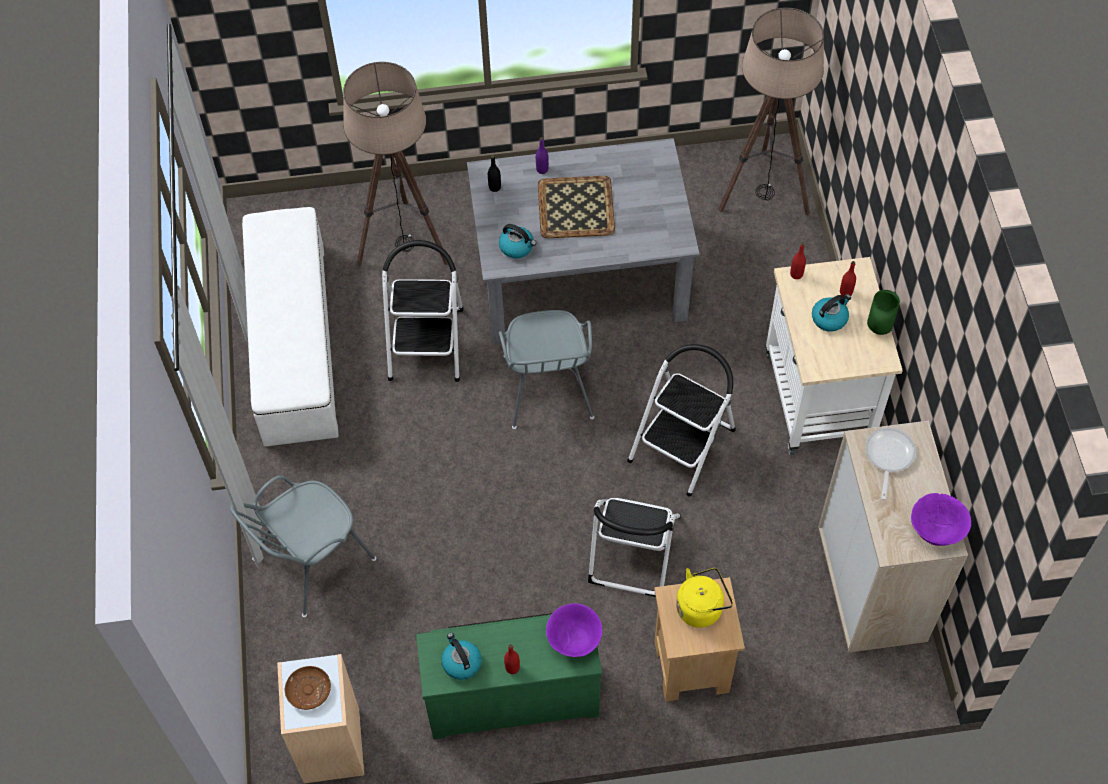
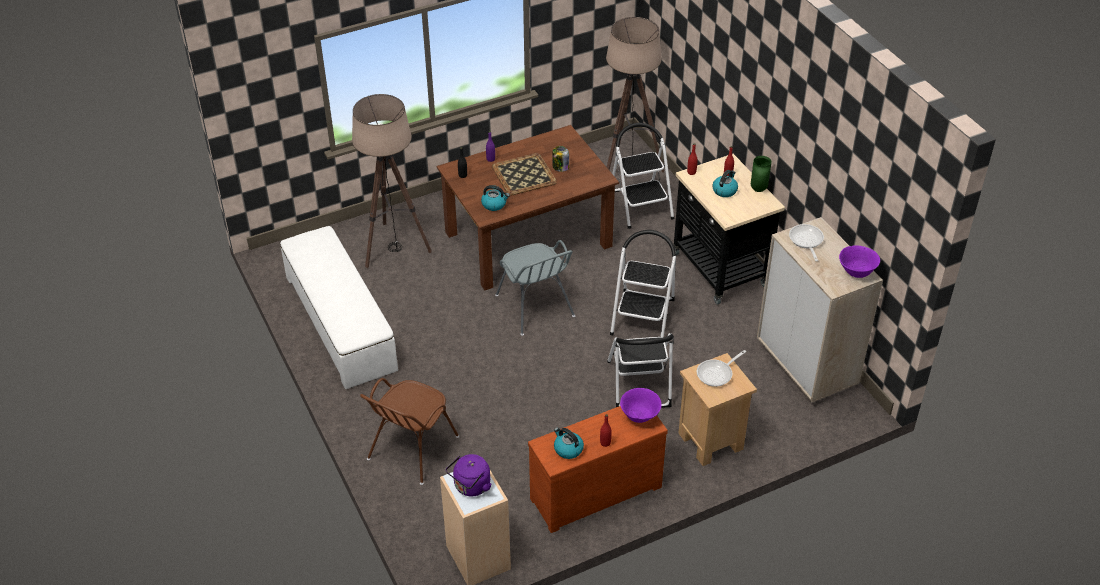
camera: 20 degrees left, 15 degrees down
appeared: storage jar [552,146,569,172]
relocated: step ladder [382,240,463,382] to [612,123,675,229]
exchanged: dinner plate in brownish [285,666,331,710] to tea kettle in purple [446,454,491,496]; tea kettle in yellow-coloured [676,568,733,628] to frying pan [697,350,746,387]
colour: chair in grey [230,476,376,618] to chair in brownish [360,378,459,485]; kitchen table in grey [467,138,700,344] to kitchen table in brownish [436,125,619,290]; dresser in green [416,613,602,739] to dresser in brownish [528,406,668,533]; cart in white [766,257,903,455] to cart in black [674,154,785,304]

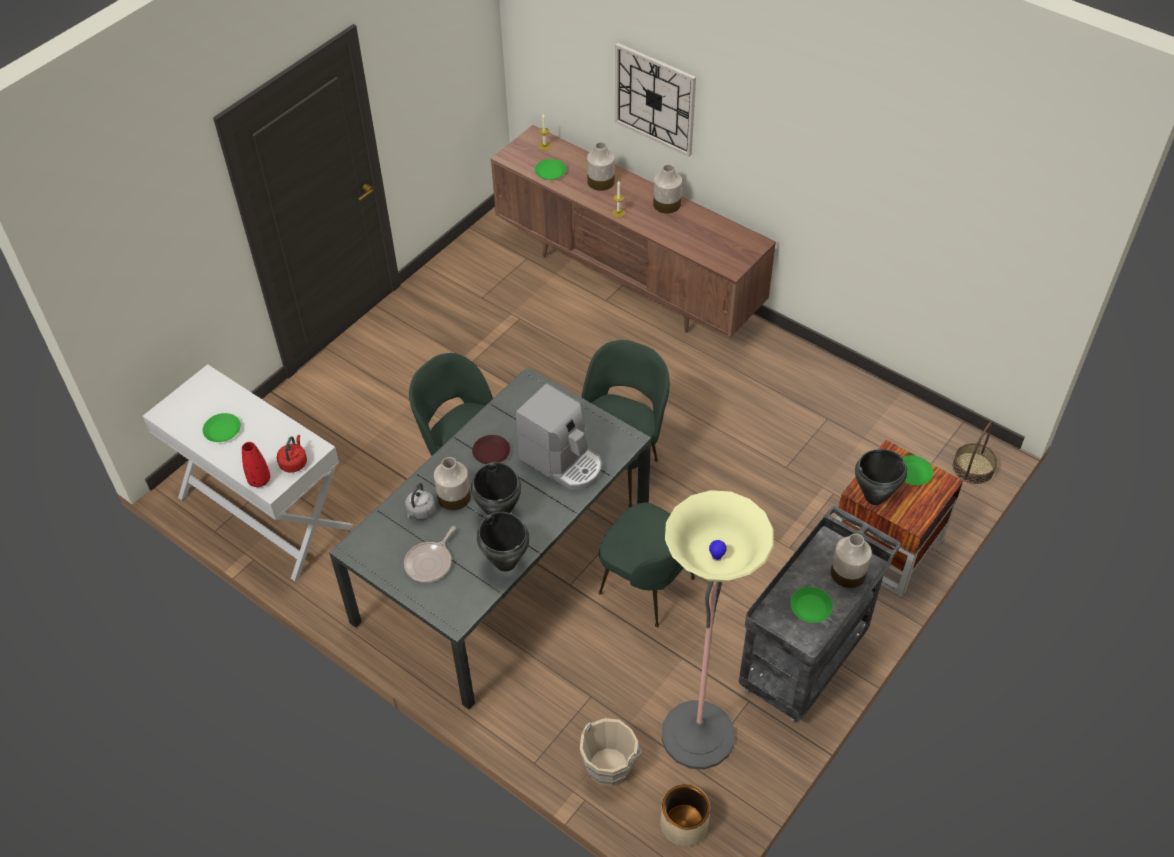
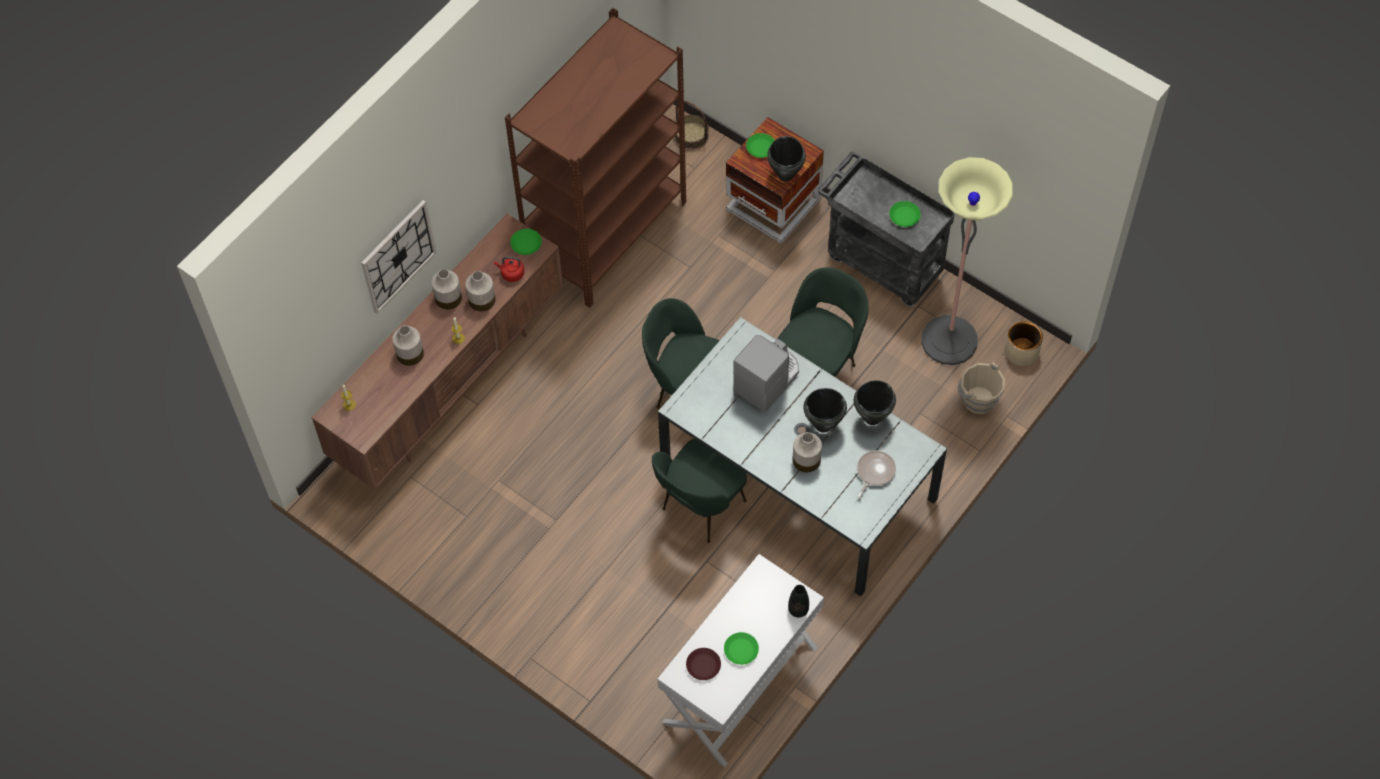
camera: 90 degrees left, 10 degrees up
missing: tea kettle in grey [405,483,435,520]
appeared: bookcase in brownish [505,8,686,308]
relocated: vase in sand-coloured [831,534,872,588] to [465,271,496,311]; tea kettle in reddish [277,435,307,473] to [494,257,524,282]; dinner plate in green [535,159,566,180] to [510,229,542,255]; dinner plate in brownish [472,435,510,464] to [686,648,721,680]
colour: vase in reddish [242,442,270,487] to vase in black [788,585,809,618]
spun: frying pan [404,526,456,583] = [857,451,896,498] 90 degrees counterclockwise

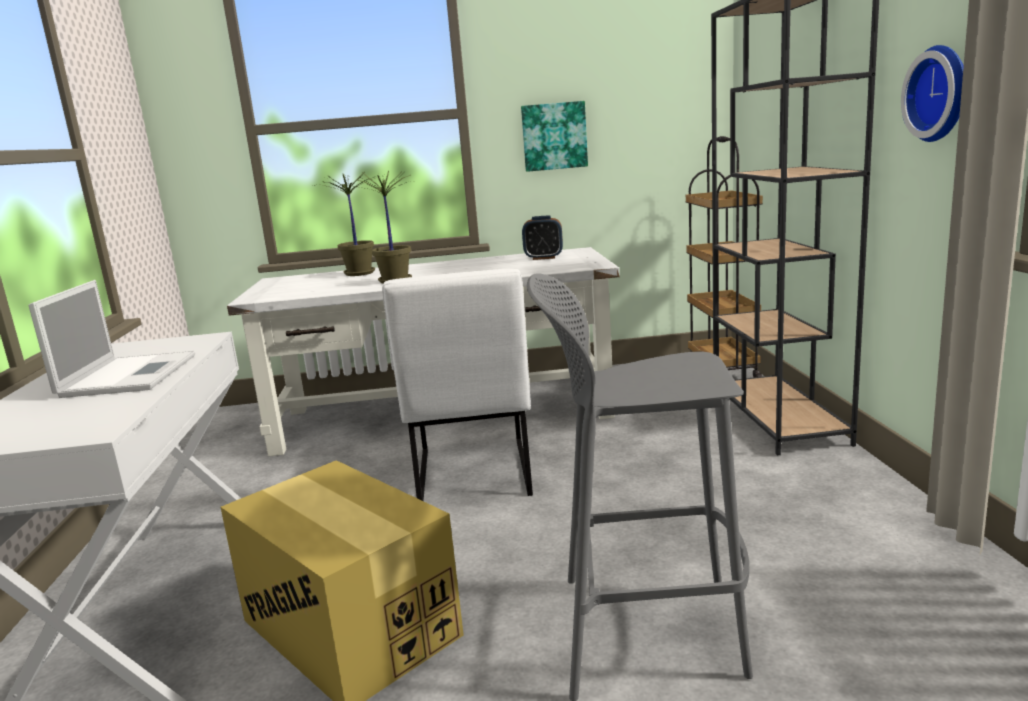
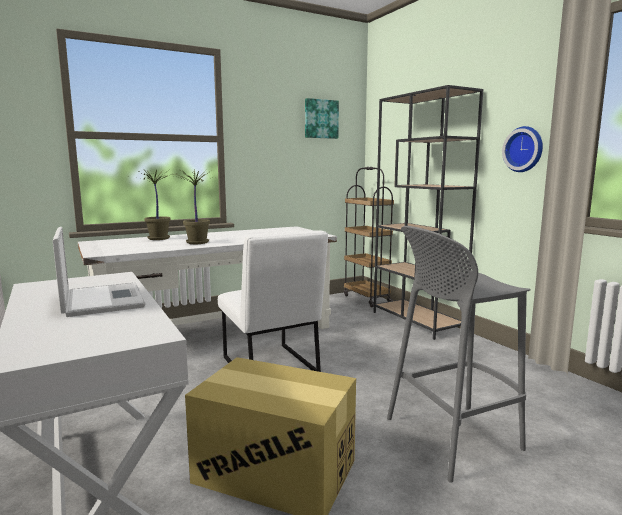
camera: 25 degrees left, 5 degrees down
missing: table clock [522,215,563,260]
relocated: wall art [521,101,588,172] to [305,98,339,139]

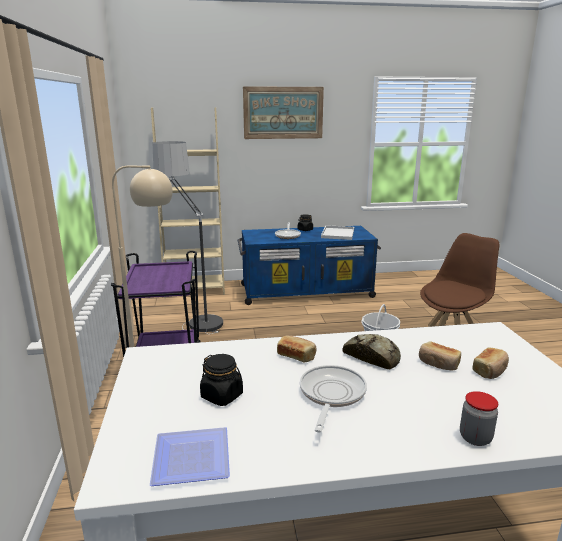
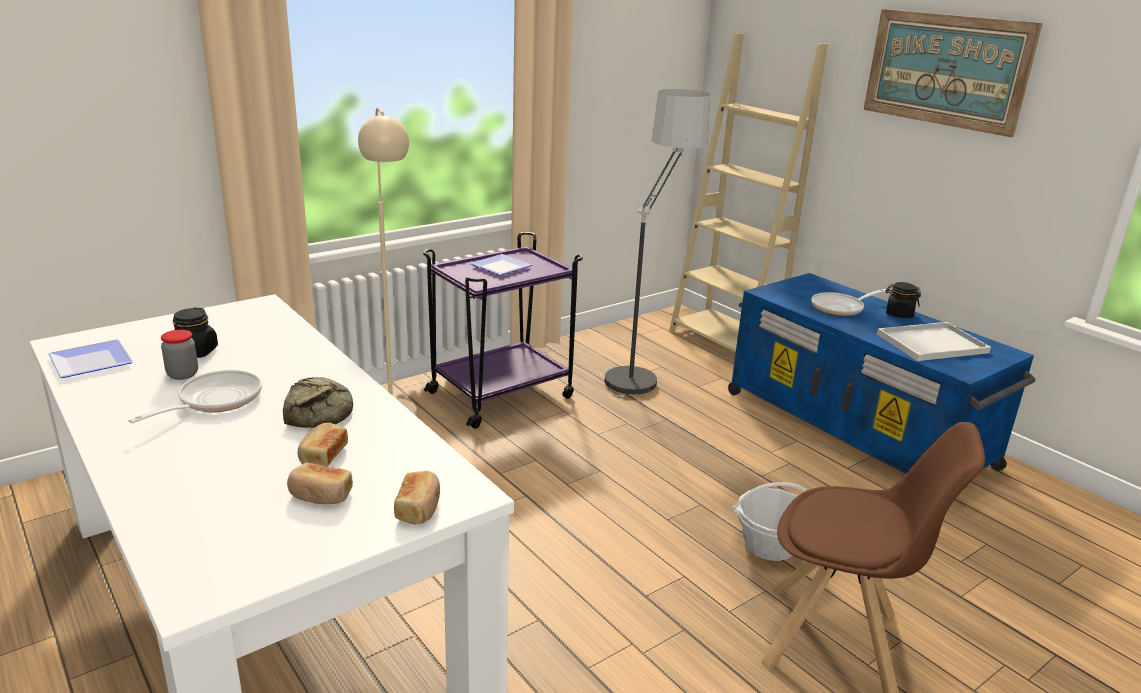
camera: 60 degrees right, 5 degrees up
appeared: dinner plate [470,254,532,275]
relocated: storage jar [460,391,498,446] to [161,330,198,380]; bakery bread [277,336,317,362] to [394,471,440,525]
spun: frying pan [300,365,367,433] = [129,370,262,423] 45 degrees counterclockwise

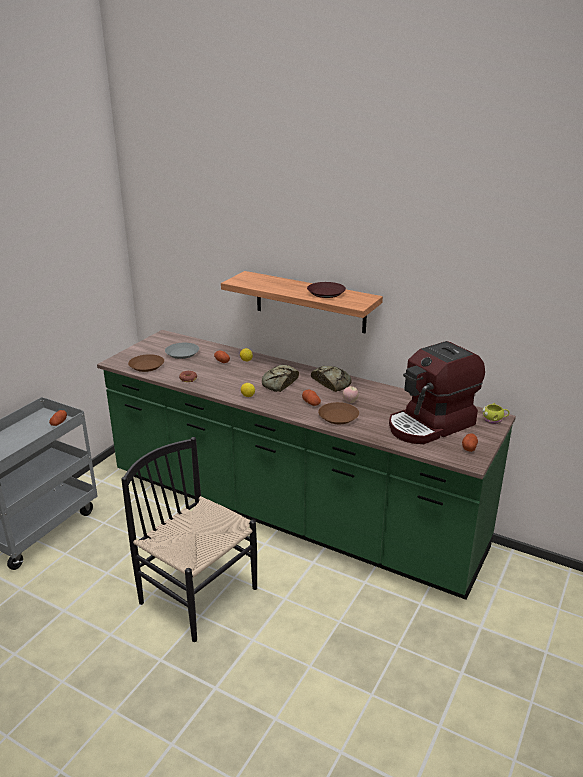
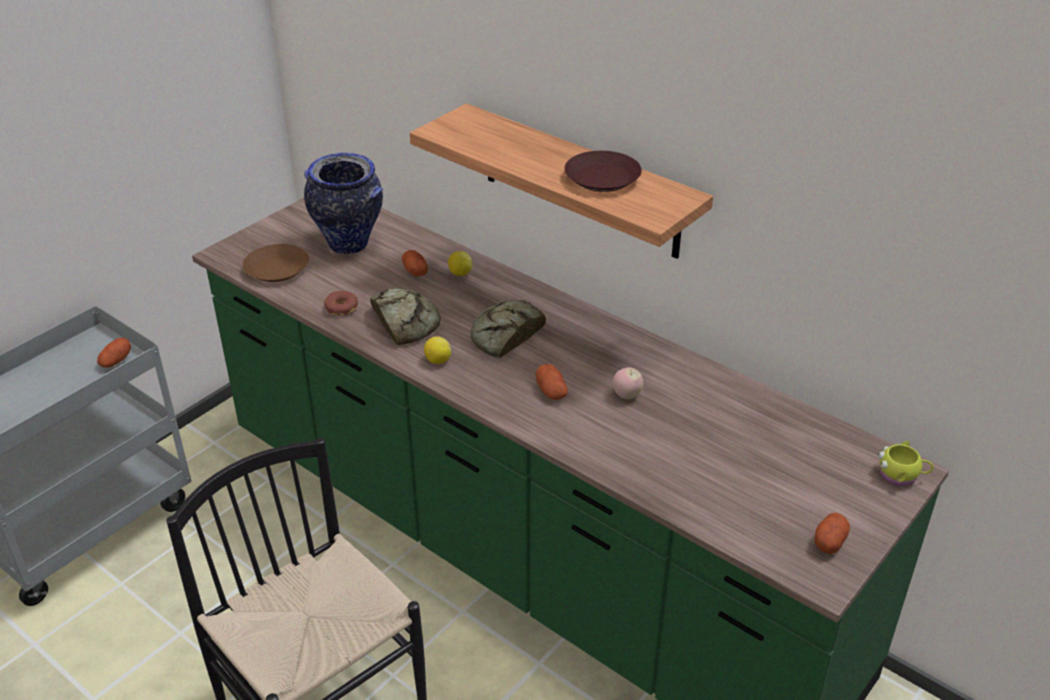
camera: 10 degrees right, 10 degrees up
missing: dinner plate in brownish [318,402,359,424]; coffee brewer [389,341,485,444]
relocated: bakery bread [311,366,352,392] to [370,288,441,345]
exchanged: dinner plate in grey [165,343,199,359] to vase [304,153,383,255]

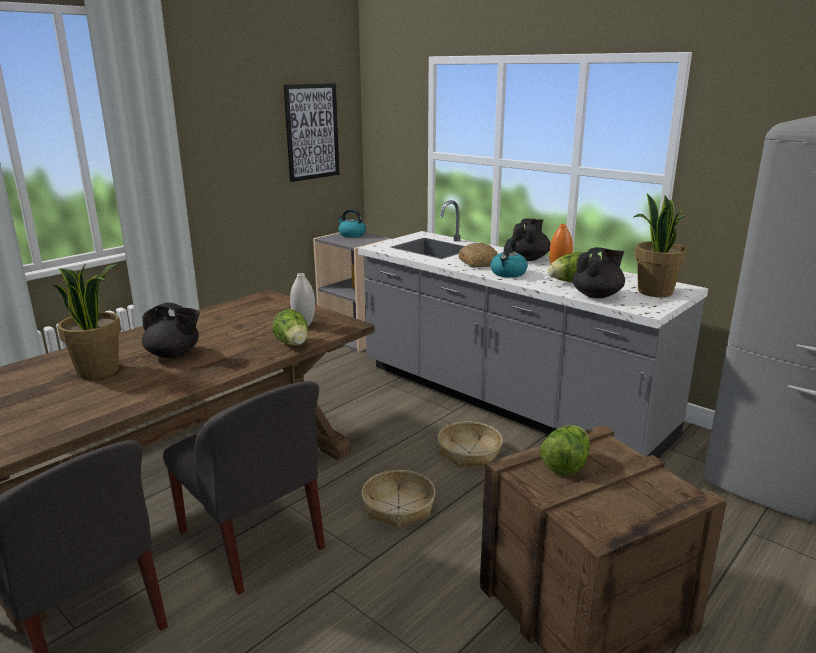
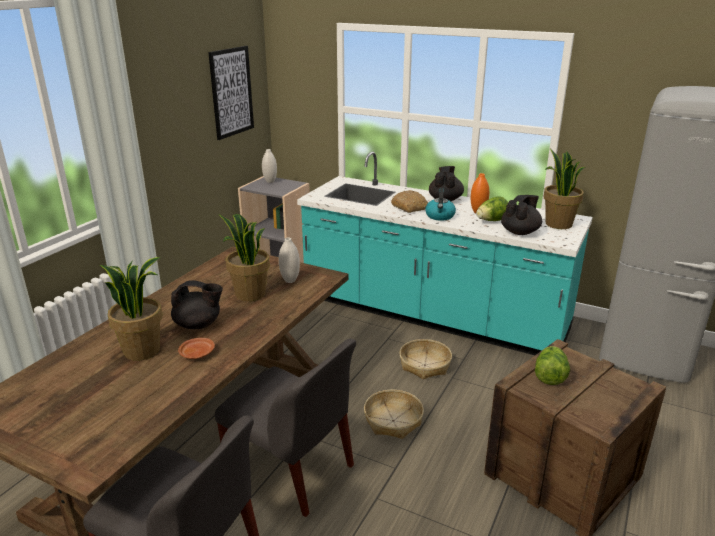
camera: 15 degrees left, 5 degrees up
missing: lettuce head [272,309,308,346]
appeared: dinner plate in brownish [178,338,215,359]; potted plant [219,214,270,301]
exchanged: tea kettle [337,209,366,238] to vase in white [262,149,277,183]
colour: counter in grey [358,200,708,458] to counter in turquoise [297,152,593,355]

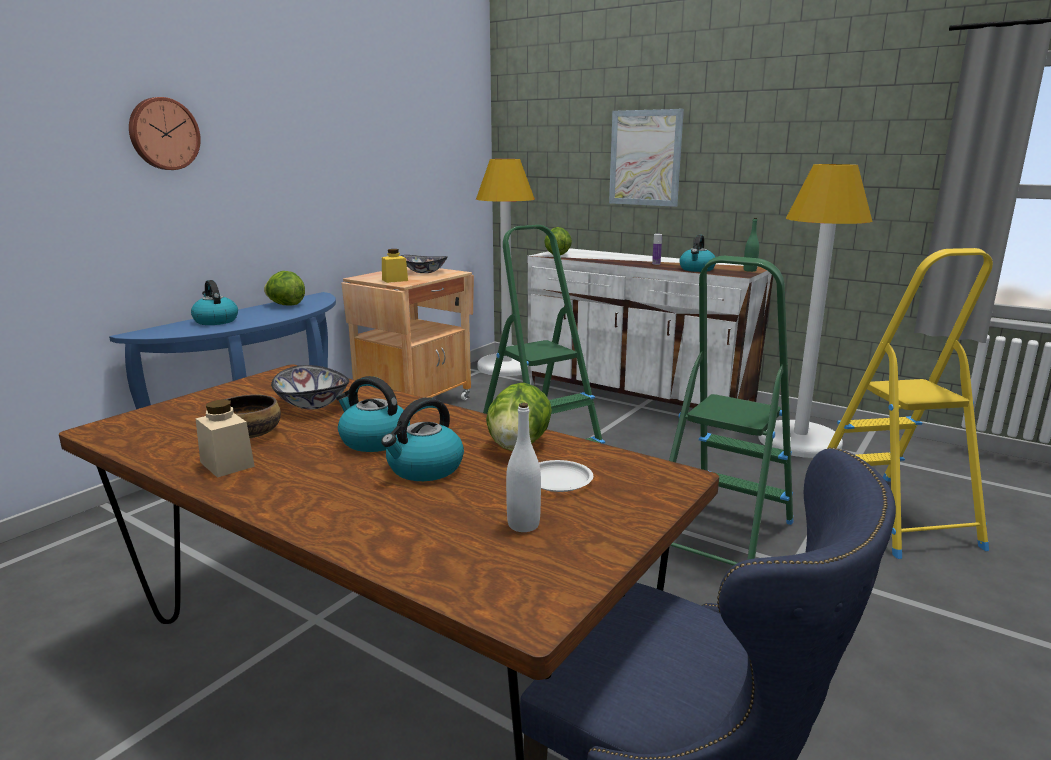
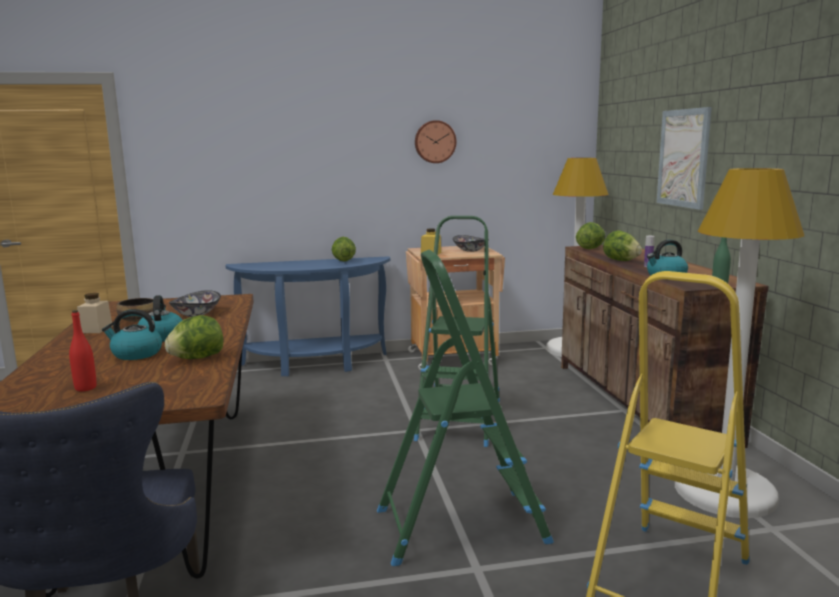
camera: 45 degrees right, 5 degrees down
missing: tea kettle [191,280,238,325]; dinner plate in white [539,460,593,492]
appeared: lettuce head [603,230,642,261]
relocated: wall clock [129,97,201,170] to [415,120,456,163]
colour: bottle in white [506,403,541,532] to bottle in reddish [69,310,97,391]; cupboard in white [527,248,773,408] to cupboard in brownish [561,245,769,448]

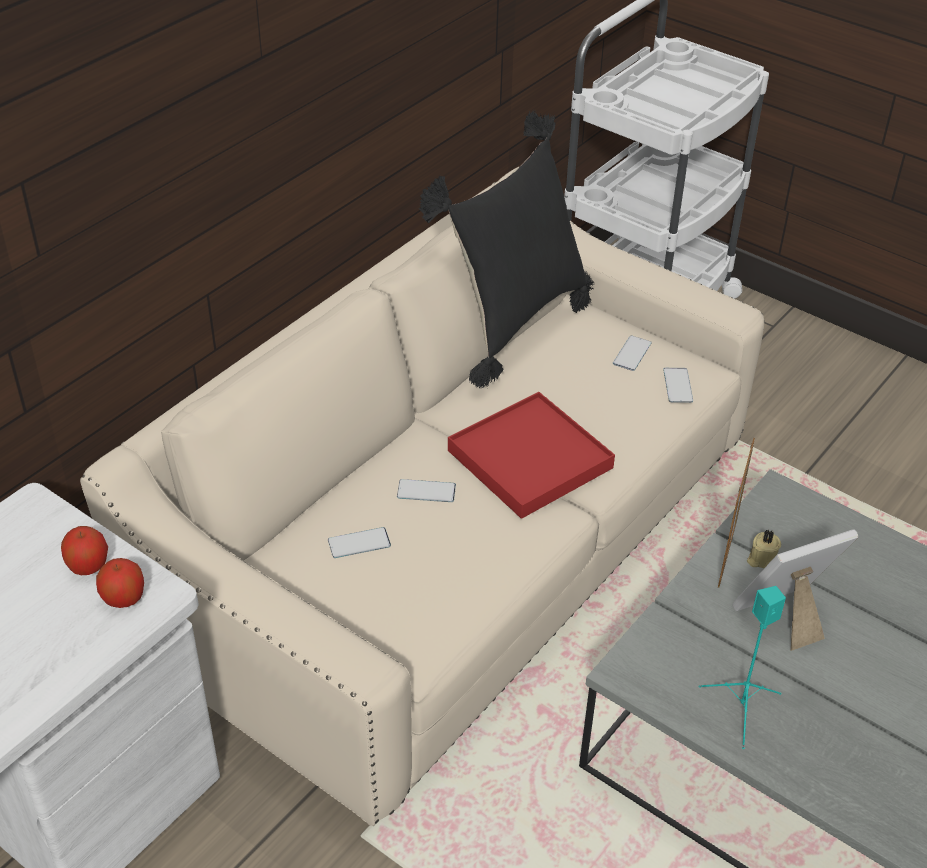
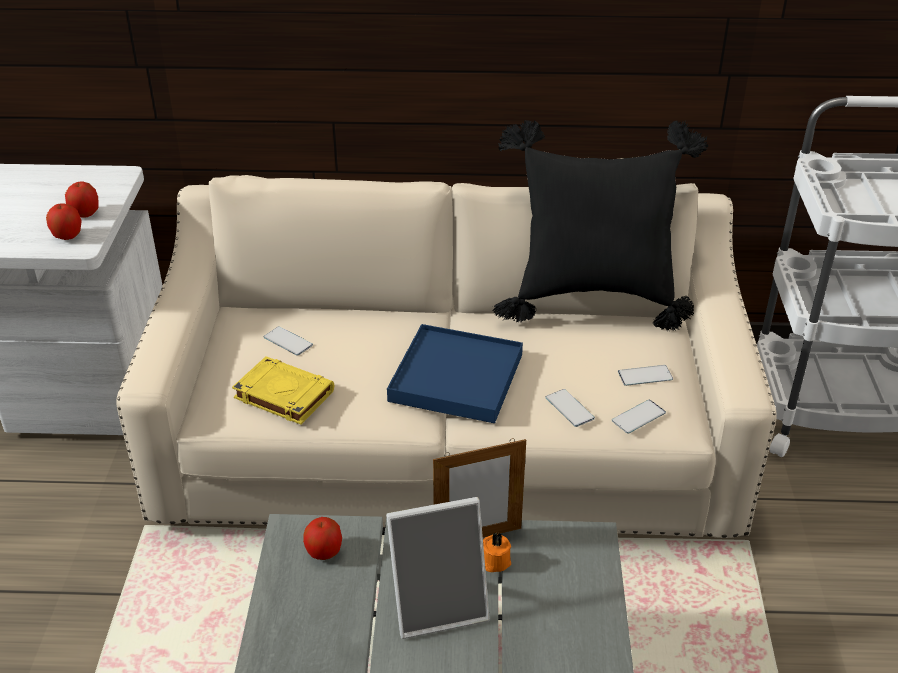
camera: 55 degrees right, 5 degrees down
missing: speaker in turquoise [698,586,786,749]
appeared: volume in yellow-coloured [232,356,334,424]; whole apple [303,517,342,560]
relocated: telephone [397,479,456,502] to [546,389,595,427]
colour: tray in reddish [448,392,615,519] to tray in blue-coloured [387,324,523,423]; candle in sand-coloured [747,530,781,568] to candle in orange [483,533,511,572]
spun: photo frame [733,530,858,651] = [386,497,490,639] 135 degrees clockwise

